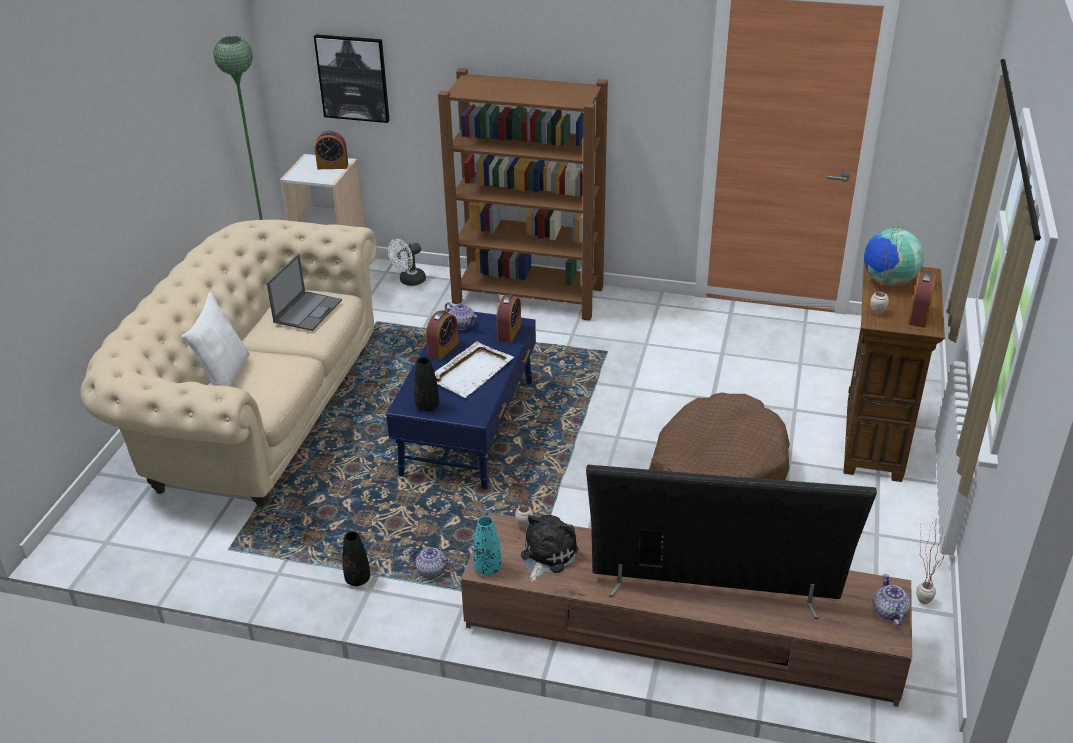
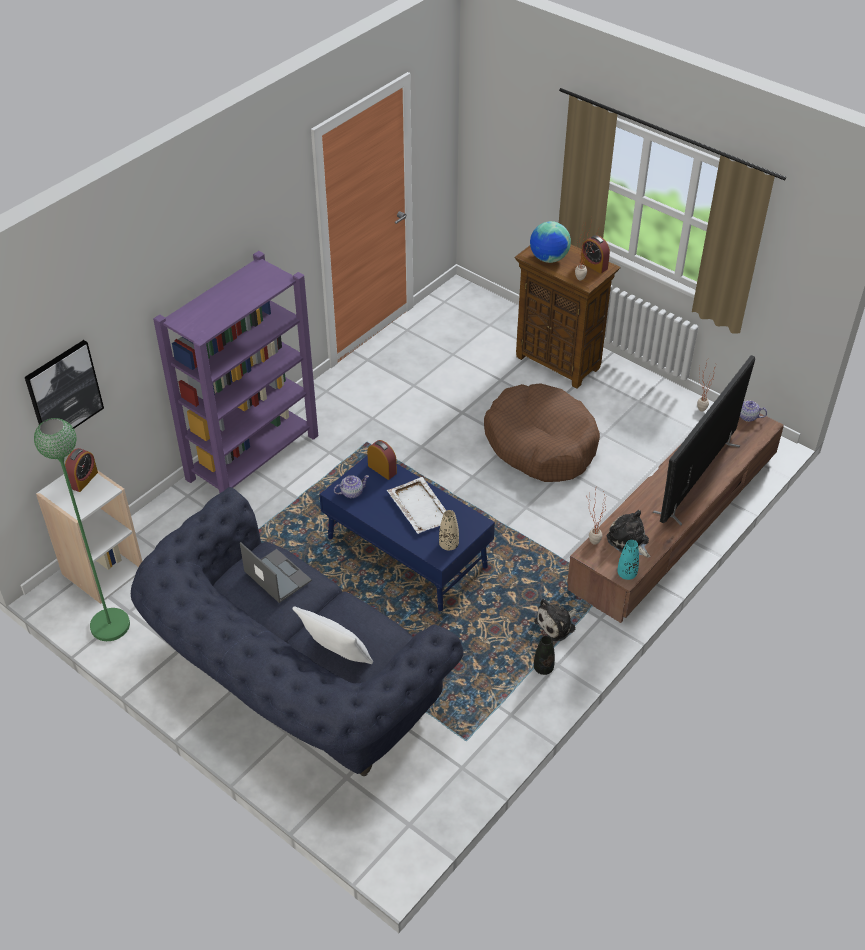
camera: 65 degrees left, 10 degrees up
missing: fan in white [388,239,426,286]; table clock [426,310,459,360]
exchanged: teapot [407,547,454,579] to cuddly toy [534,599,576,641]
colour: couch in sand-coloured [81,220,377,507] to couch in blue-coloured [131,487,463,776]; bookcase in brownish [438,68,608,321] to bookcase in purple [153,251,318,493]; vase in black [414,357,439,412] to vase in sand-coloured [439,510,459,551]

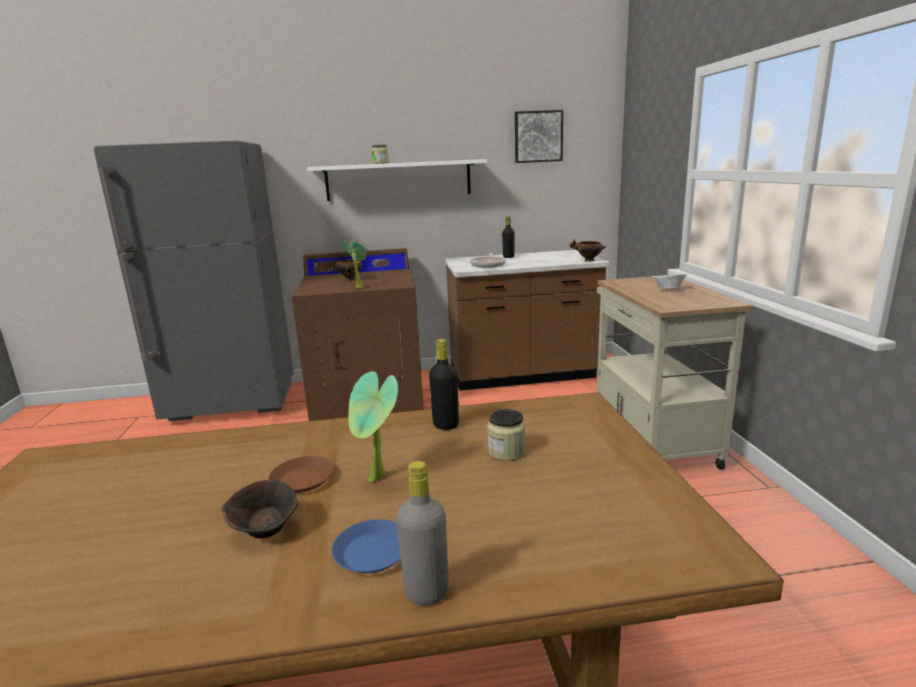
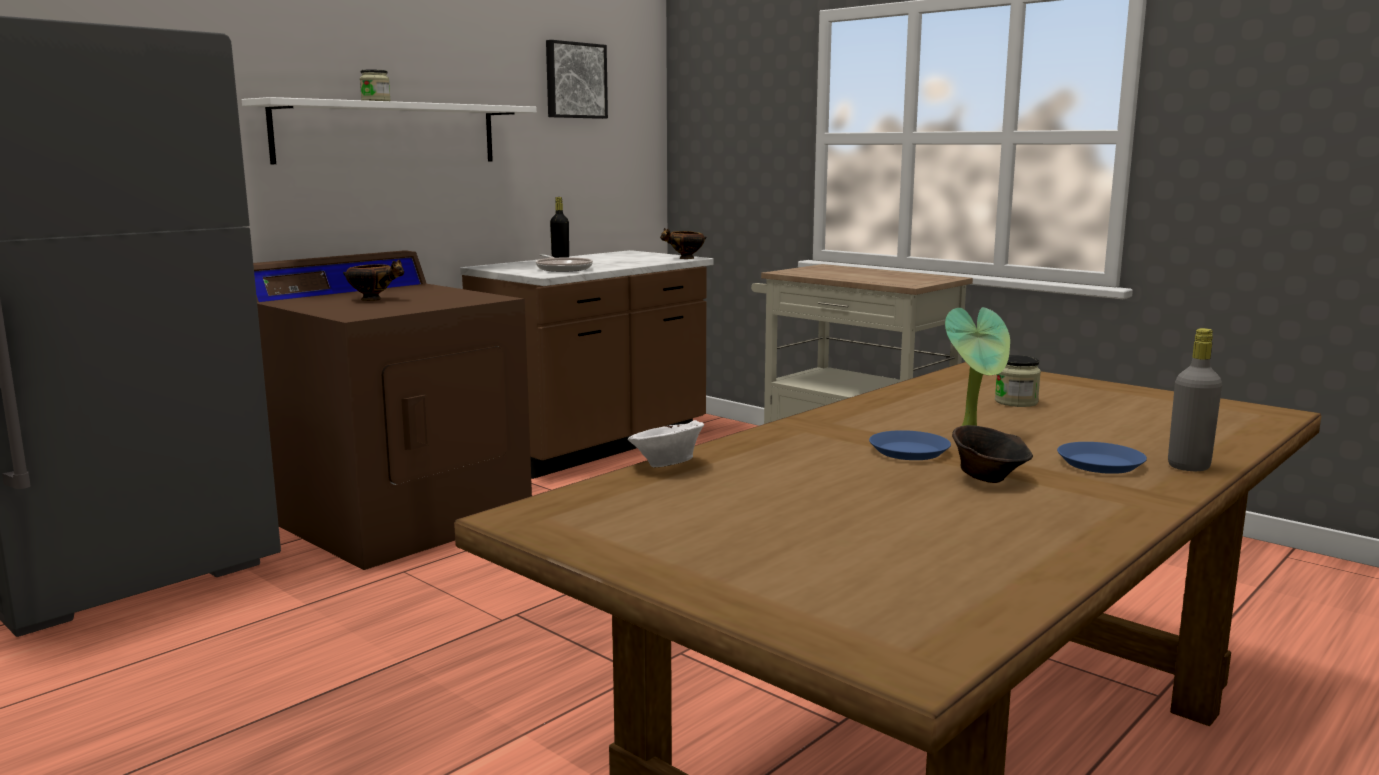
camera: 40 degrees left, 5 degrees down
missing: potted plant [342,241,366,289]; bottle in black [429,339,459,430]
relocated: deep dish in white [652,273,687,290] to [628,420,704,467]
colour: dinner plate in brownish [269,456,334,493] to dinner plate in blue-coloured [869,430,951,460]

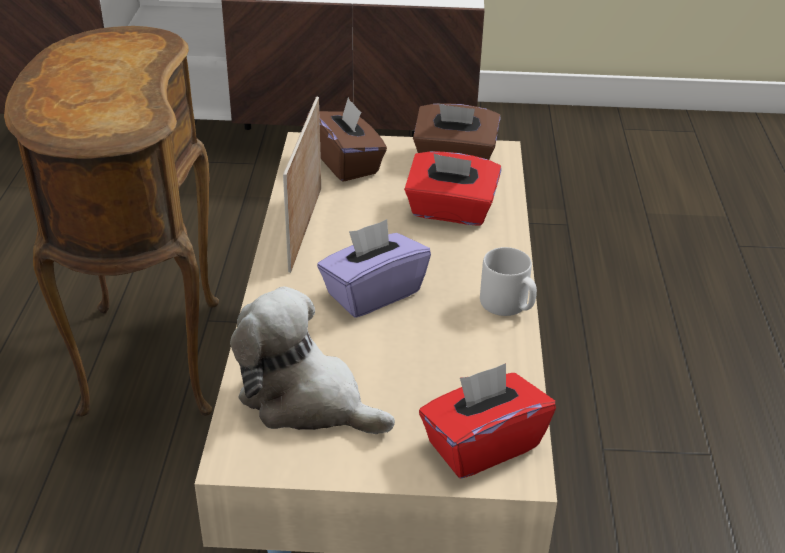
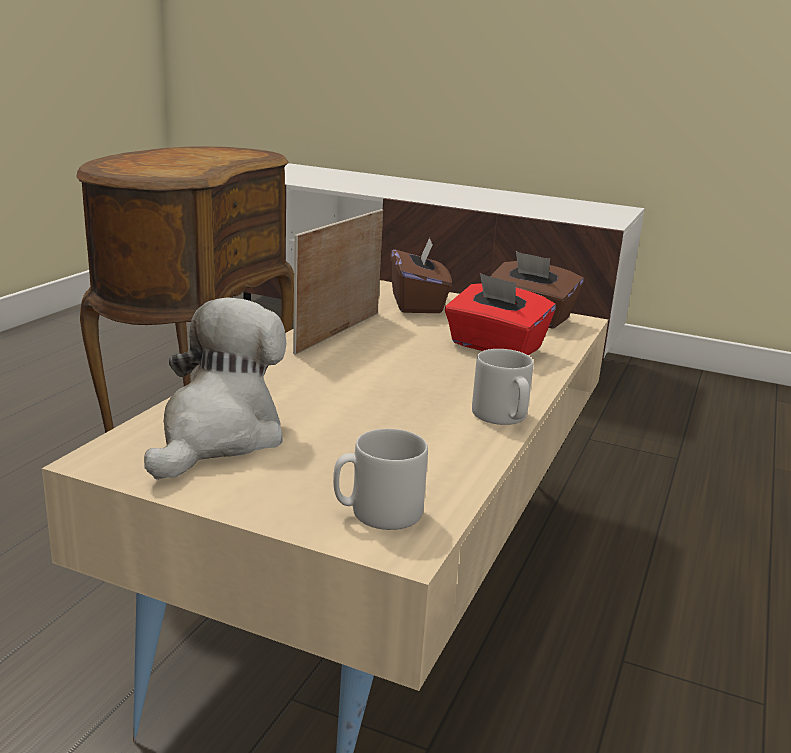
camera: 20 degrees right, 15 degrees down
missing: tissue box in purple [317,219,431,318]
exchanged: tissue box in reddish [419,363,556,479] to tea mug in grey [333,429,428,530]
spun: cuddly toy [230,287,395,434] = [144,297,286,480] 60 degrees clockwise

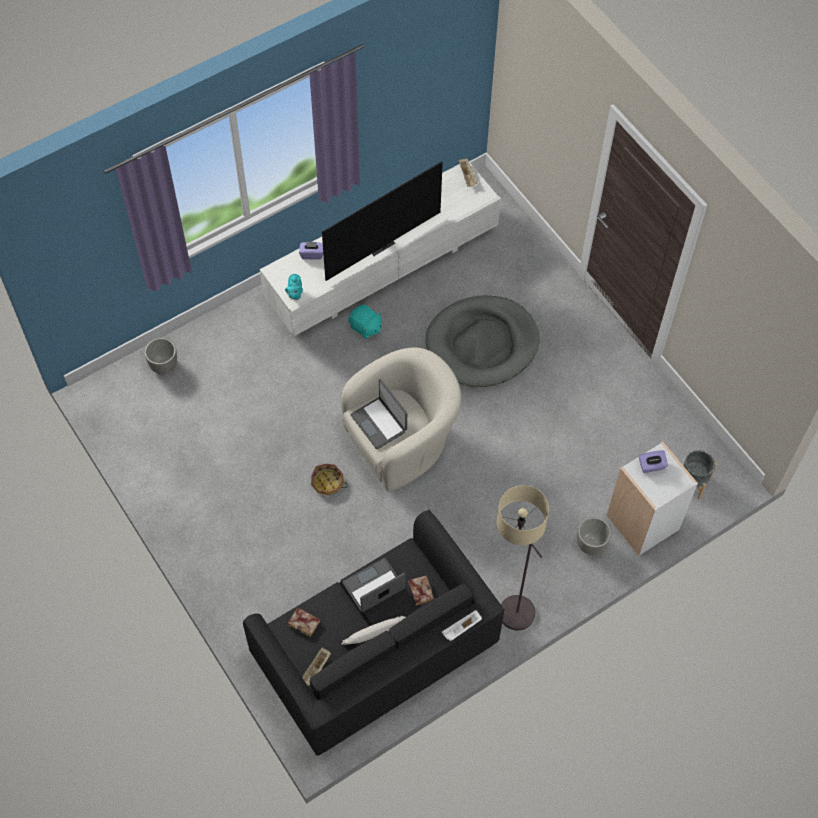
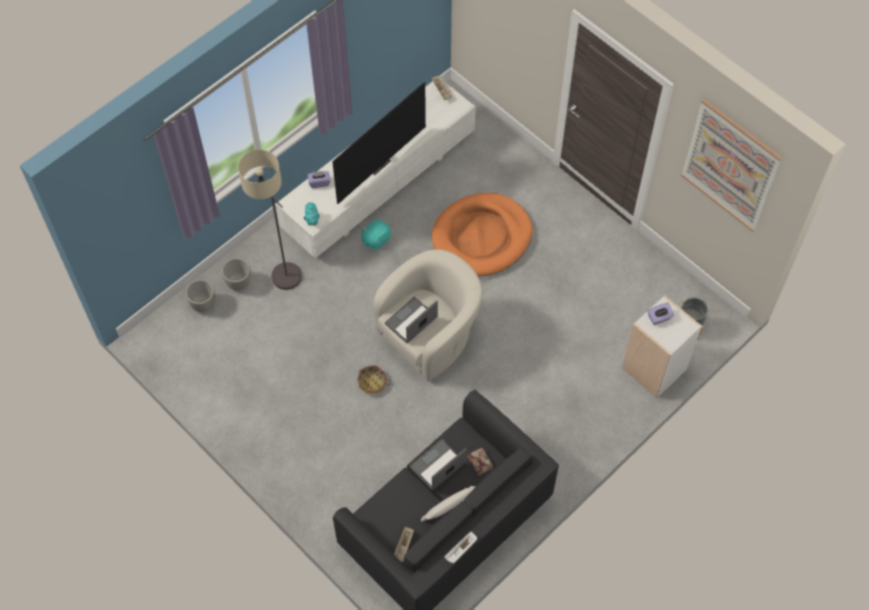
camera: 10 degrees left, 0 degrees up
missing: volume [288,607,320,637]
appeared: wall art [681,99,782,232]
relocated: flower pot [577,517,611,555] to [222,258,251,291]; standing lamp in sand-coloured [497,485,549,630] to [238,150,302,290]; tray in white [442,610,482,641] to [444,531,478,564]
colour: dog bed in grey [426,295,540,387] to dog bed in orange [432,193,532,276]
spun: cuddly toy in turquoise [348,304,382,339] = [361,219,391,251] 105 degrees clockwise; notebook computer [350,379,407,449] = [385,297,438,343] 90 degrees clockwise

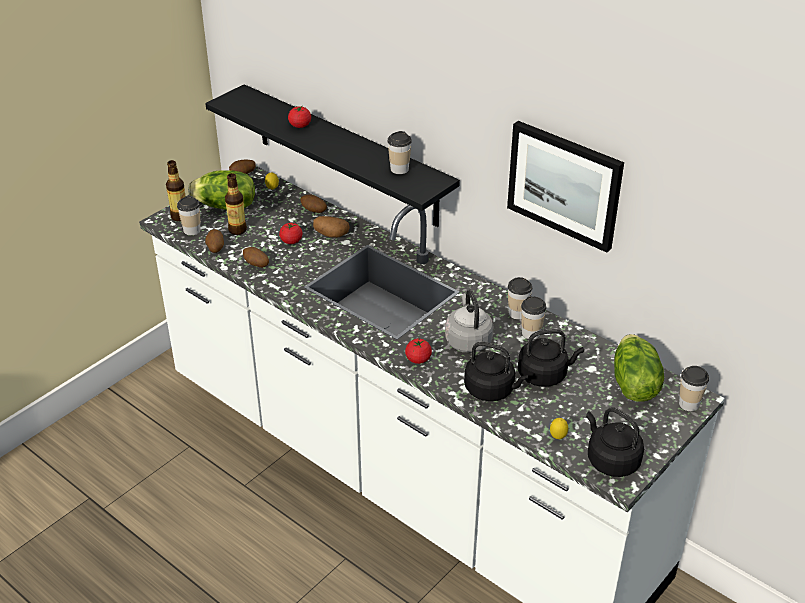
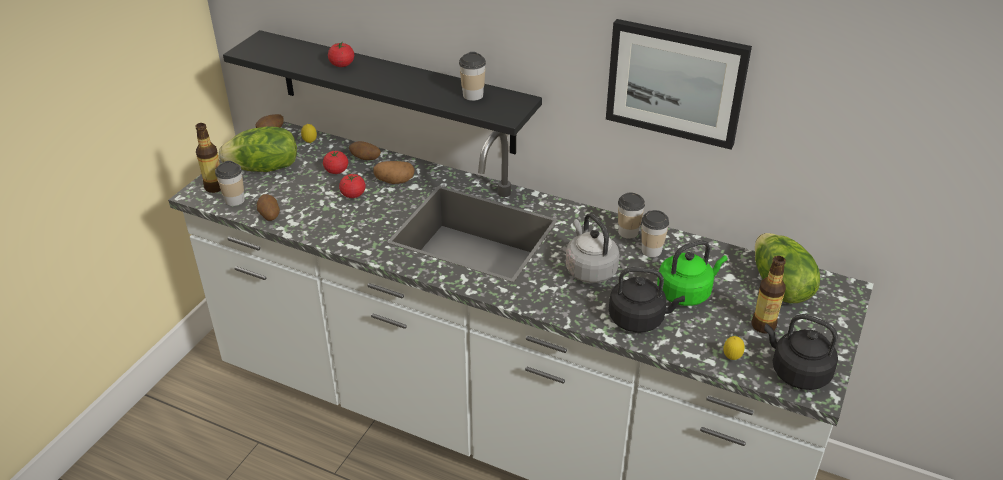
camera: 15 degrees left, 0 degrees up
missing: whole potato [243,247,269,268]; cup [679,366,709,411]
relocated: fresh tomato [405,337,432,364] to [323,150,348,174]; bottle [225,173,247,235] to [751,256,786,334]
colour: tea kettle in black [518,329,584,387] to tea kettle in green [657,240,728,306]

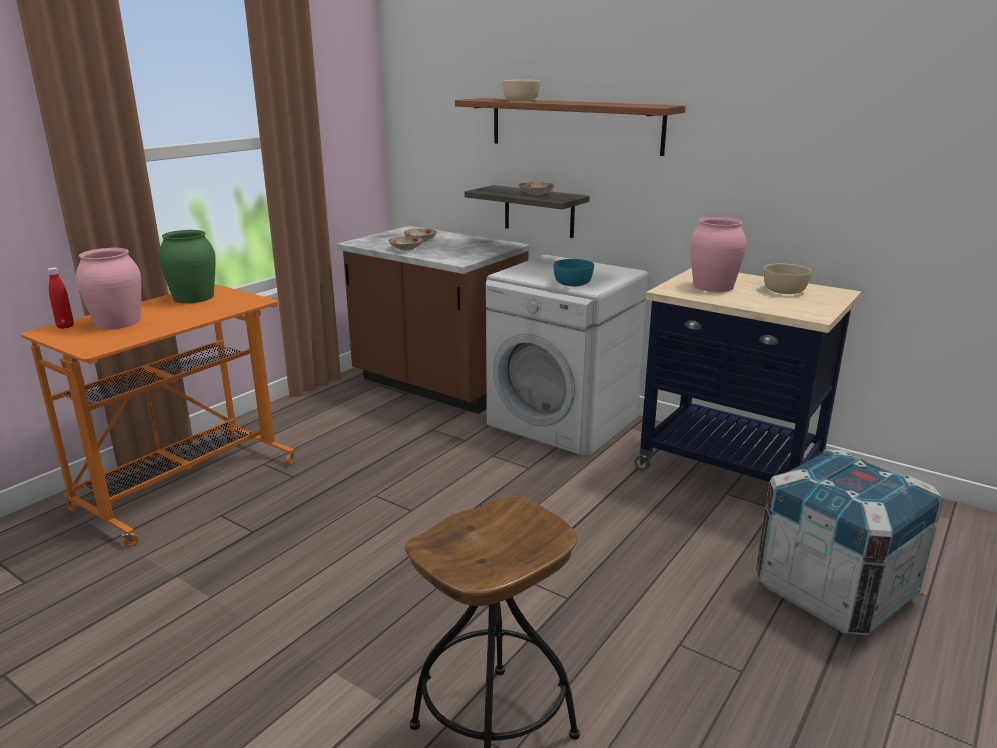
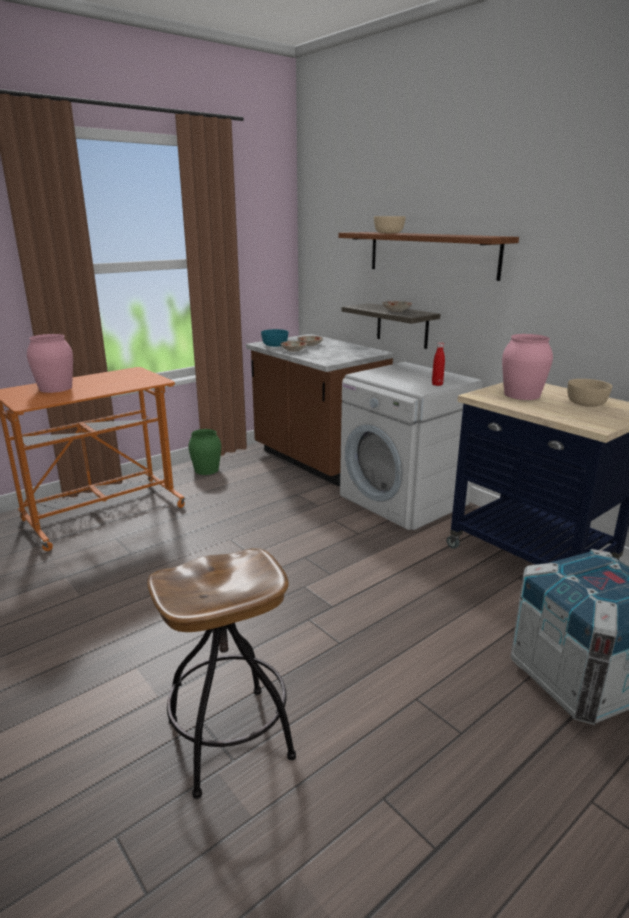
camera: 15 degrees right, 0 degrees up
relocated: vase in green [159,230,215,303] to [188,429,221,475]; deep dish in turquoise [553,259,594,286] to [261,329,288,347]; bottle in reddish [47,267,74,329] to [432,342,445,386]

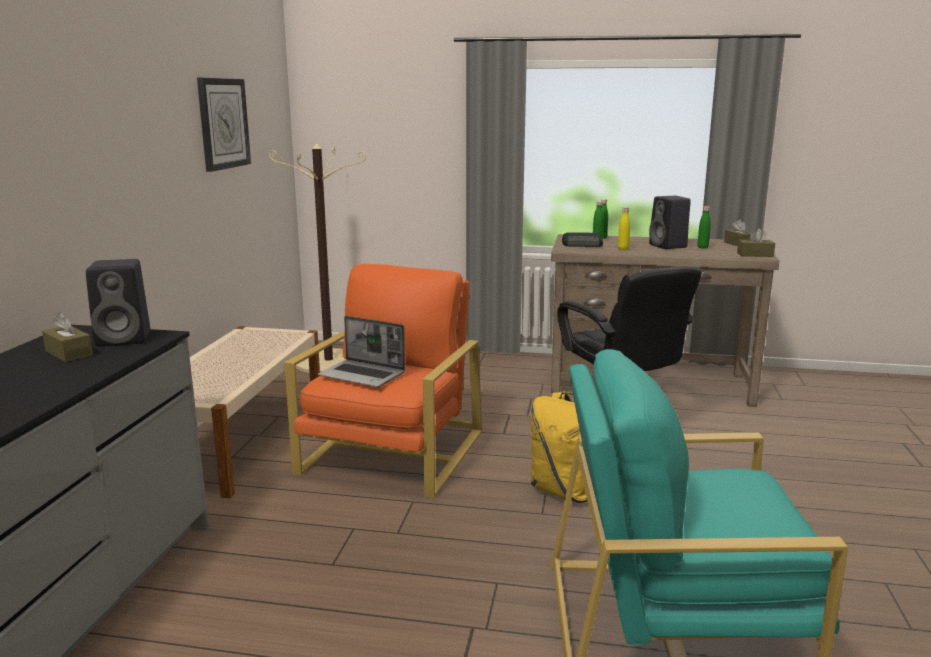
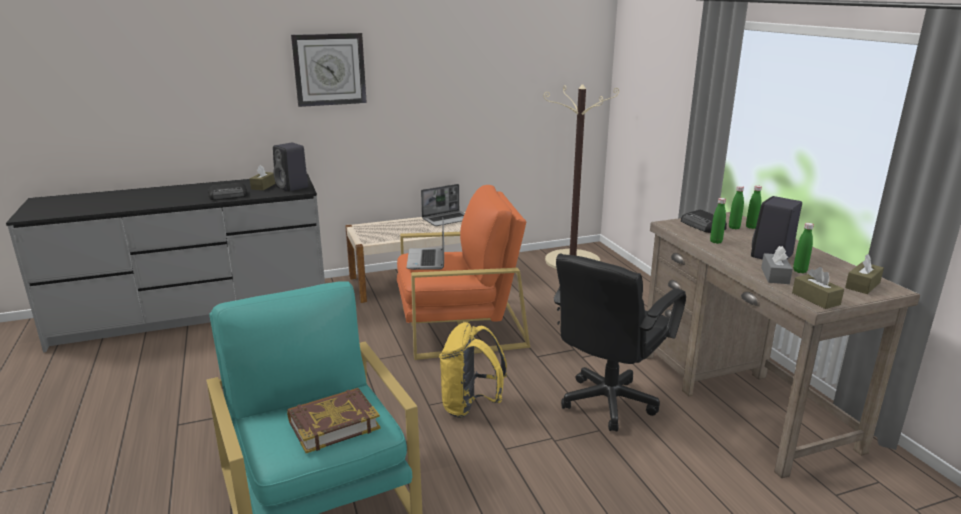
camera: 60 degrees right, 5 degrees up
appeared: radio receiver [208,183,248,200]; volume [287,388,381,453]; notebook computer [421,184,465,226]; tissue box in grey [761,246,793,284]
relocated: wall clock [197,78,251,172] to [291,33,367,107]
colour: bottle in yellow-coloured [618,207,630,250] to bottle in green [710,198,726,244]

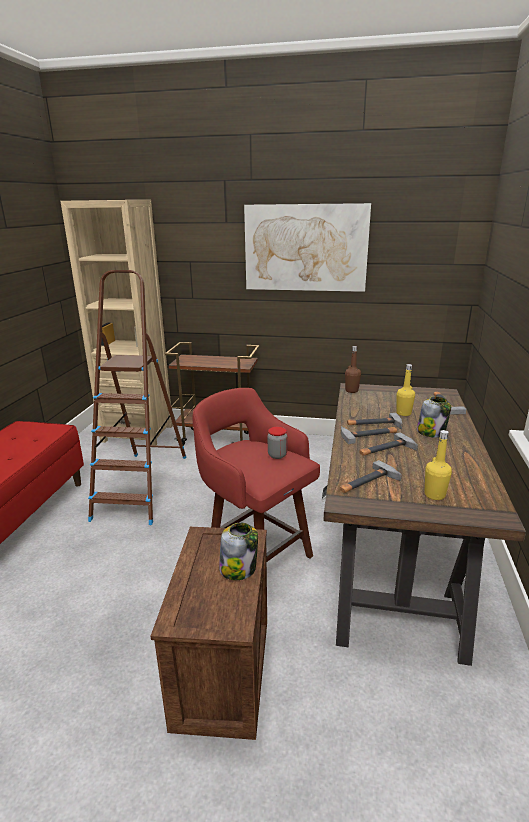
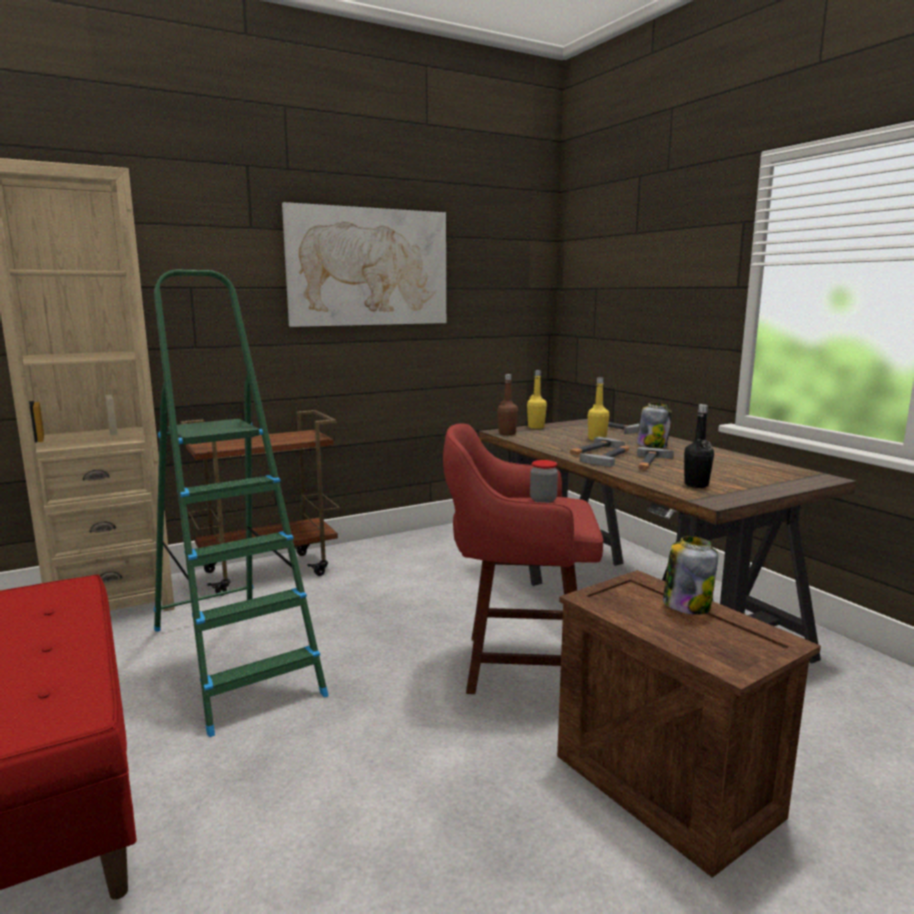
camera: 40 degrees left, 10 degrees down
relocated: bottle in yellow-coloured [424,430,452,500] to [527,370,547,429]
exchanged: hand hammer [339,460,402,493] to bottle in black [684,404,714,488]
colour: step ladder in brownish [88,270,186,525] to step ladder in green [154,270,328,737]

